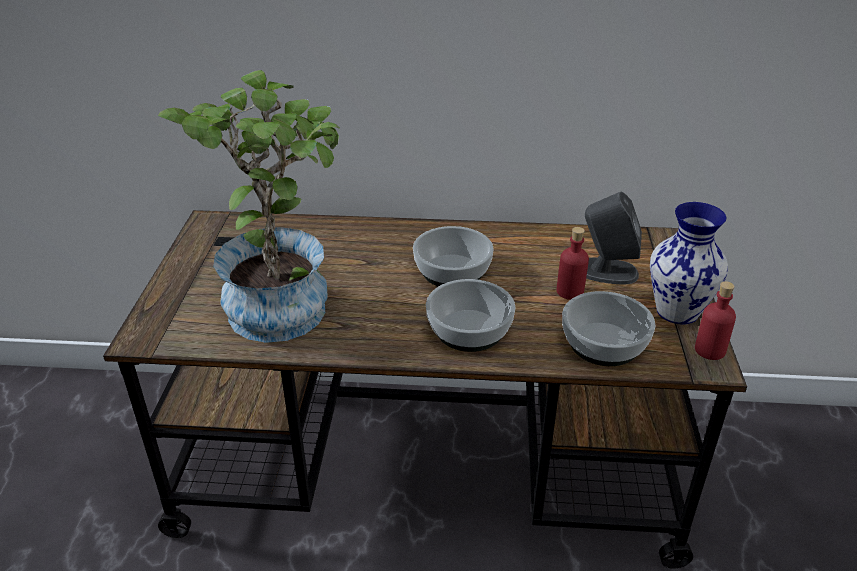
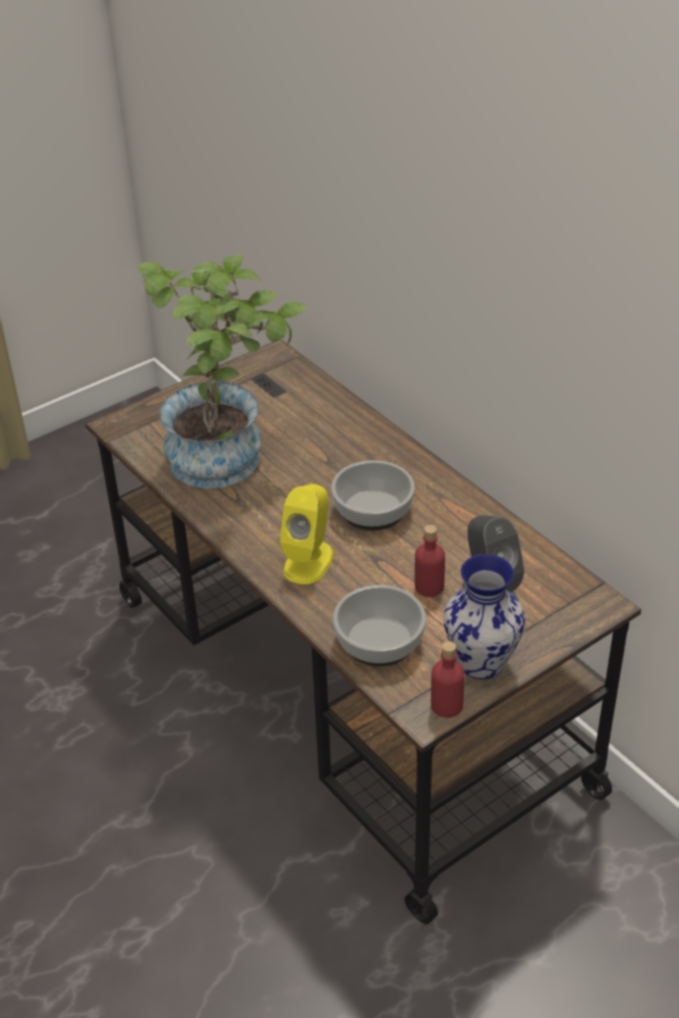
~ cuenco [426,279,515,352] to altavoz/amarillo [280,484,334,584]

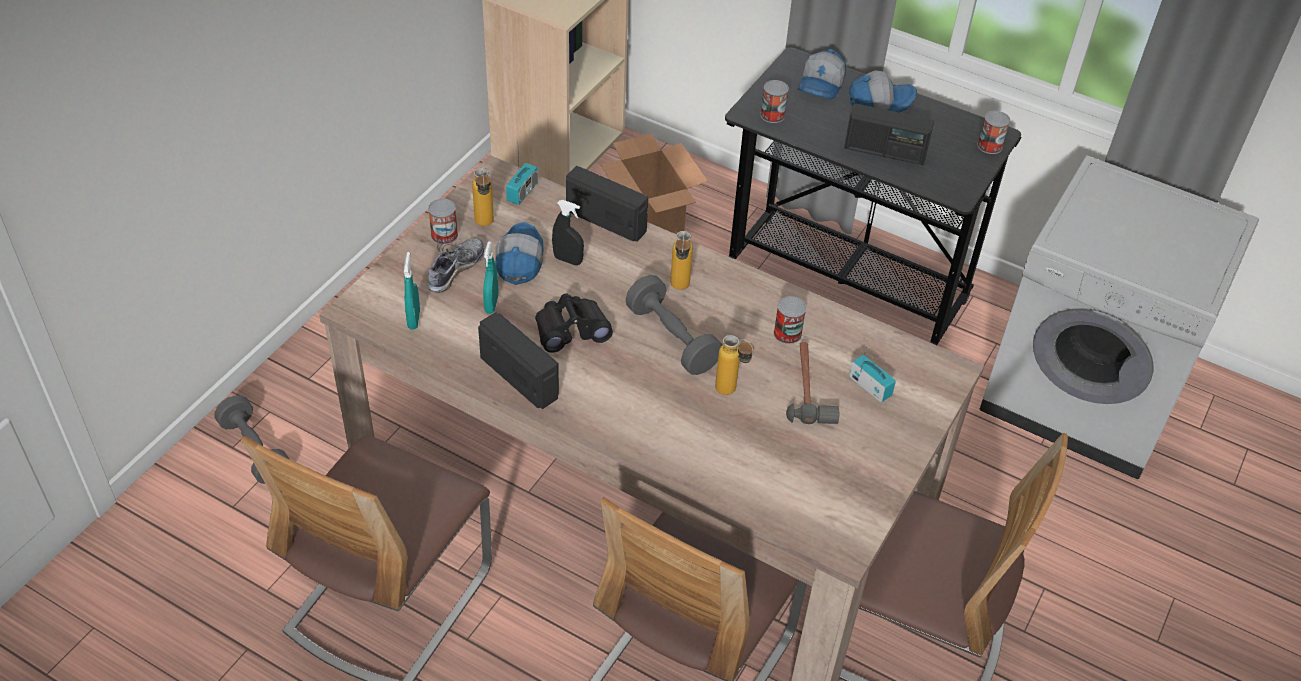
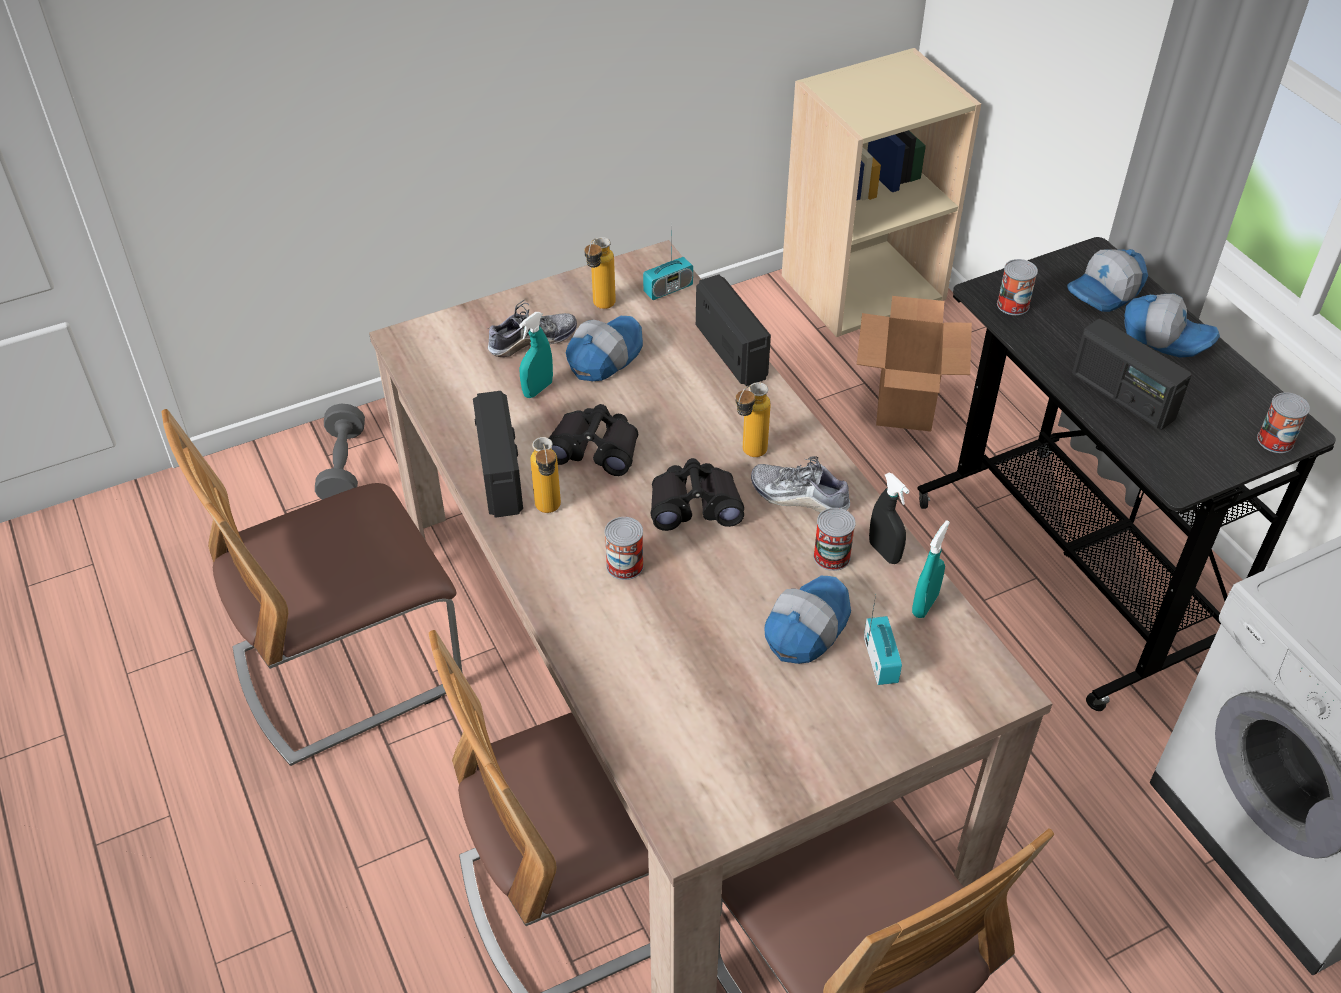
+ zapato [751,456,850,513]
~ pulverizador/turquesa [404,252,420,330] to [912,520,950,618]
~ lata [428,199,458,245] to [605,517,644,580]
~ pulverizador/negro [552,200,584,265] to [869,473,910,564]
~ botella [715,335,754,395] to [530,437,561,513]
~ mancuerna/gris [626,275,722,375] to prismáticos/negro [651,458,744,531]
~ martillo [786,342,839,424] to gorra [765,576,851,664]

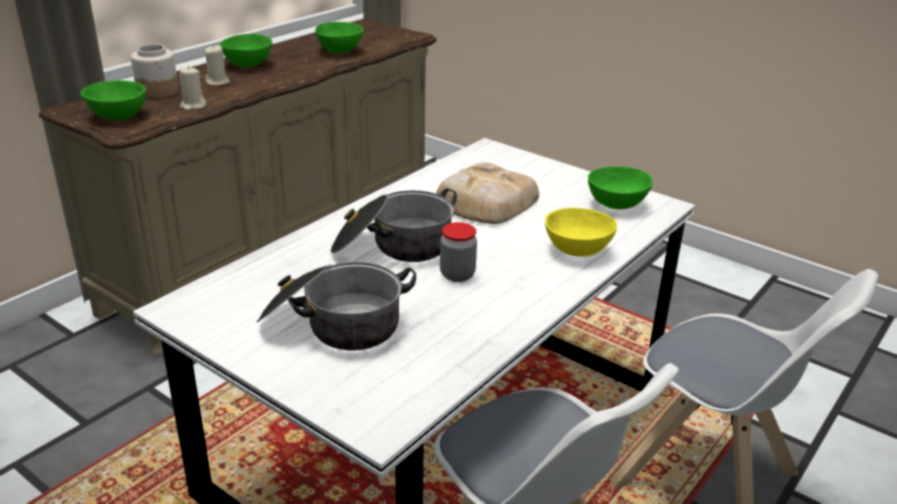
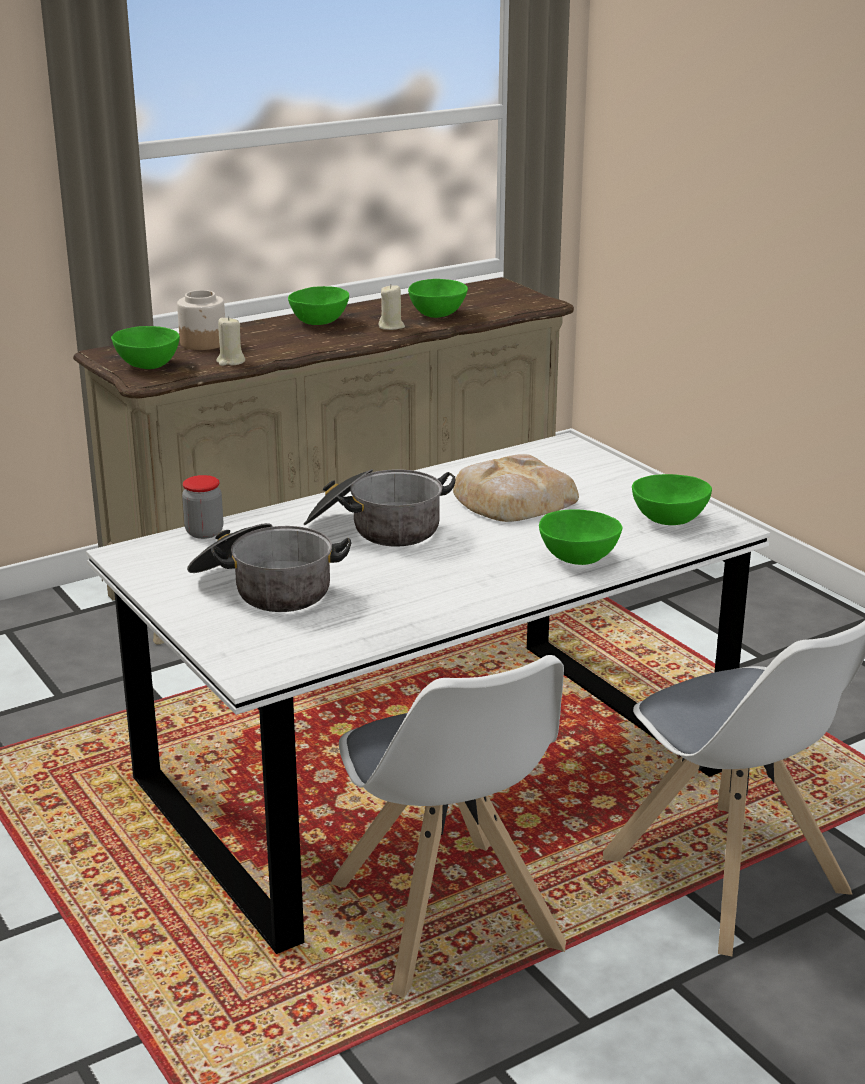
~ vela/beis [205,45,230,85] to [379,285,405,330]
~ tarro [440,222,477,282] to [182,475,223,539]
~ cuenco/amarillo [545,208,617,257] to cuenco/verde [539,510,623,565]

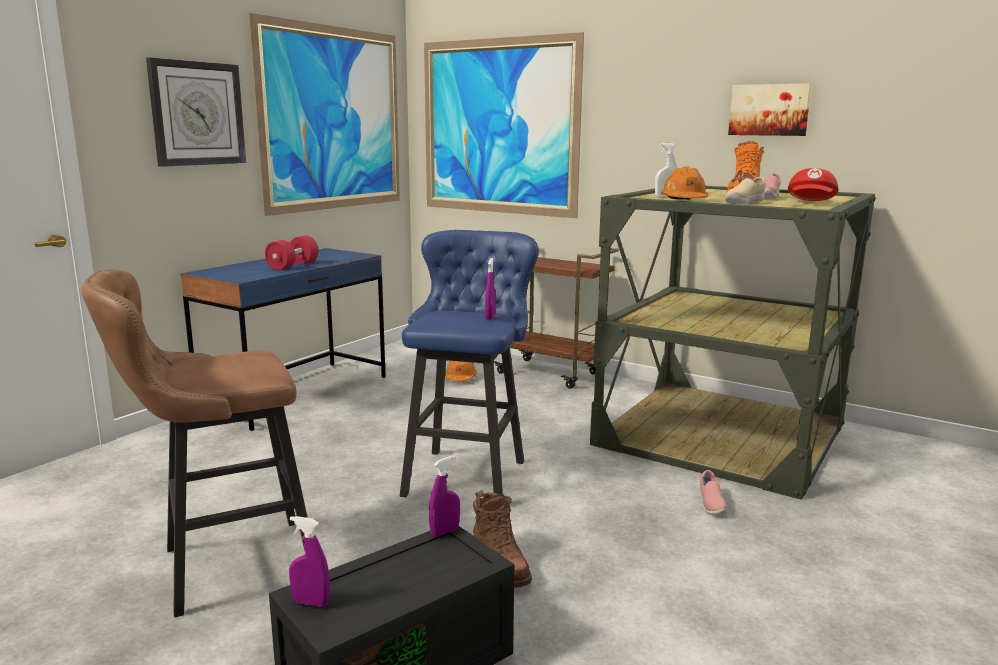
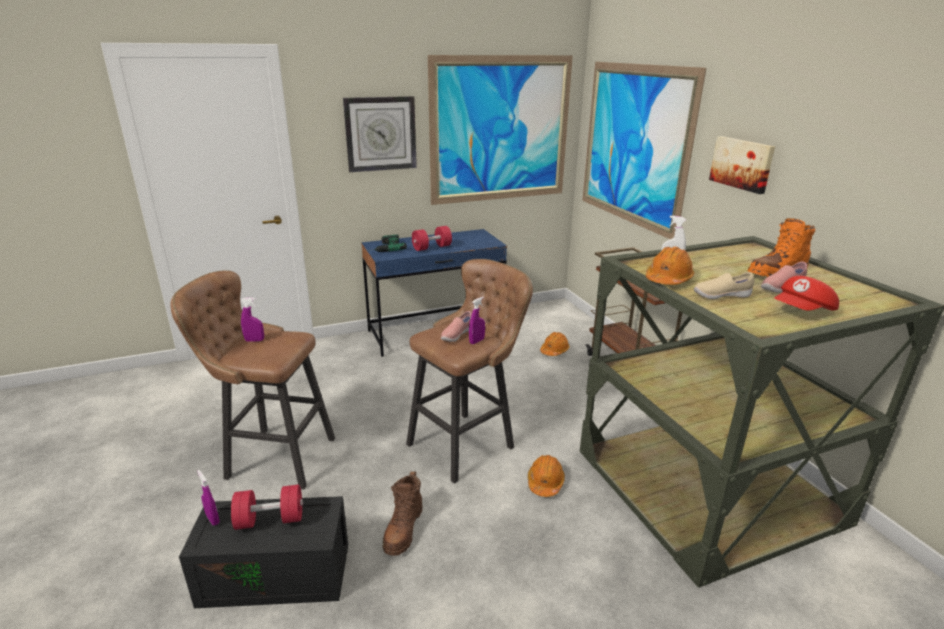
+ mancuerna/rojo [231,484,303,530]
+ taladro [368,234,407,252]
+ casco/naranja [528,455,565,497]
~ pulverizador/morado [429,455,460,537] to [241,297,264,342]
~ zapato/rosa [699,470,727,515] to [441,311,472,342]
~ cuadro [728,83,812,136] to [709,136,775,194]
~ taburete/azul [399,230,539,498] to taburete/marrón [406,259,533,484]

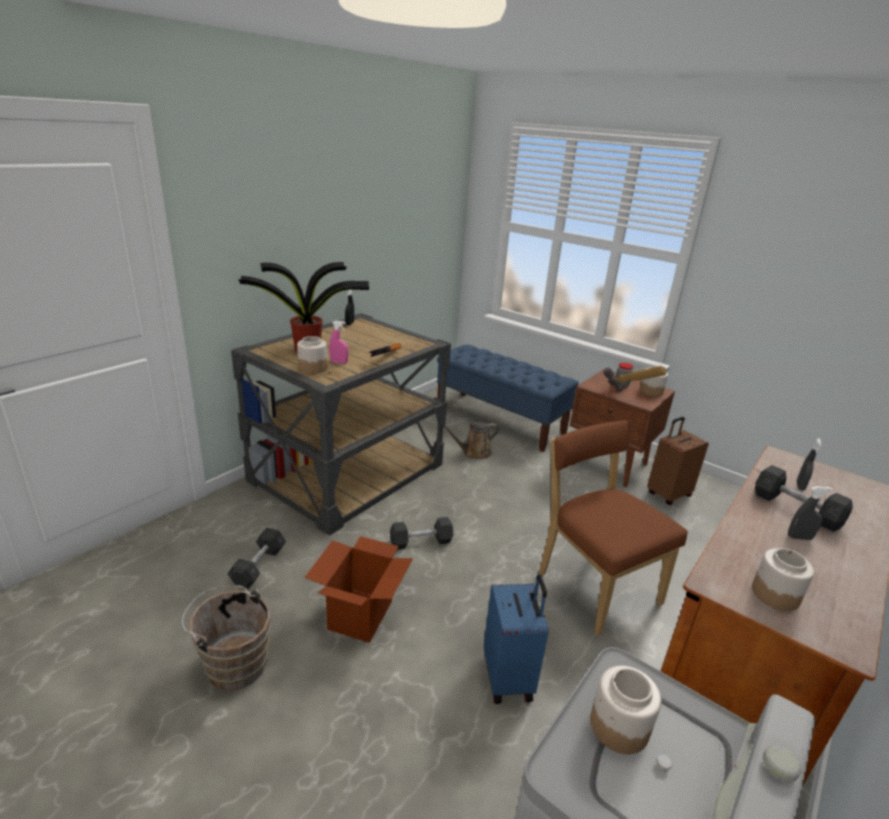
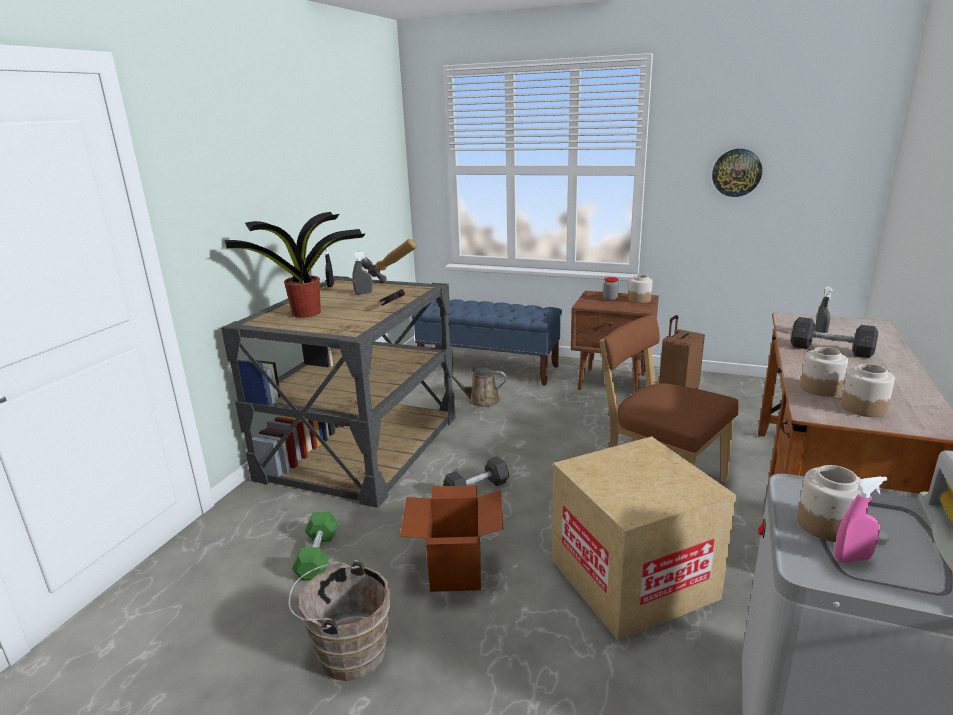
+ reloj de pared [712,149,762,197]
~ tarro [297,336,327,374] to [800,347,848,397]
~ pulverizador/rosa [329,321,348,364] to [835,476,888,563]
~ martillo [603,366,666,392] to [362,239,417,282]
~ pulverizador/gris [788,486,833,540] to [352,251,372,295]
~ maleta/azul [484,574,549,704] to caja de cartón [552,436,736,641]
~ mancuerna/gris [228,528,286,589] to mancuerna/verde [292,511,339,581]
~ regadera/marrón [444,422,500,459] = [440,365,507,407] 45 degrees clockwise

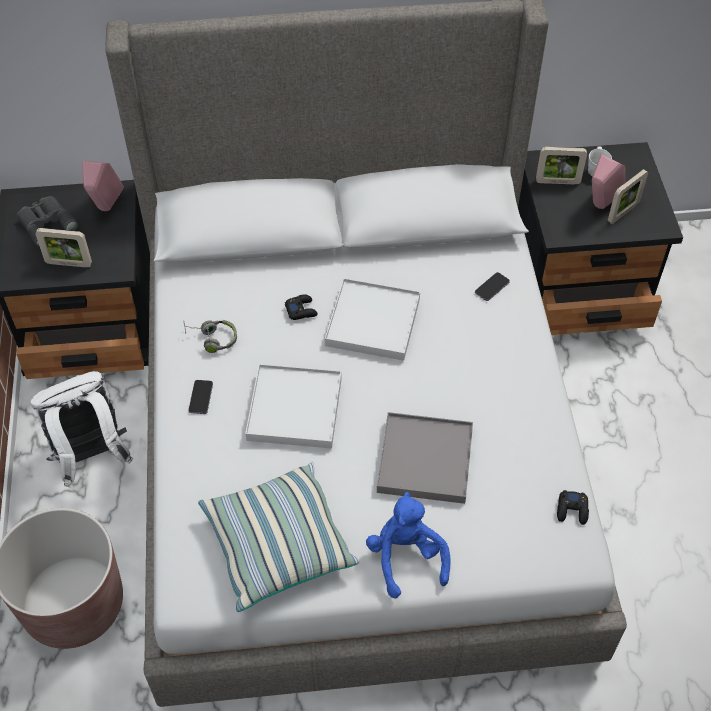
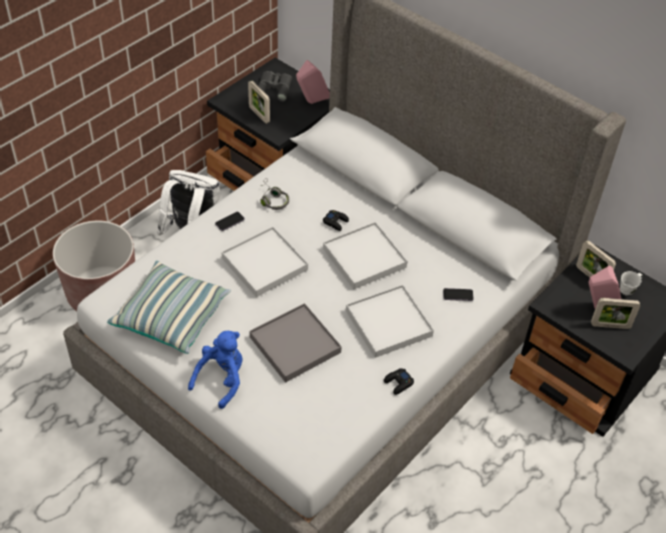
+ bandeja/blanco [346,285,434,358]
~ mando de consola/negro [557,490,589,525] to [384,368,414,395]

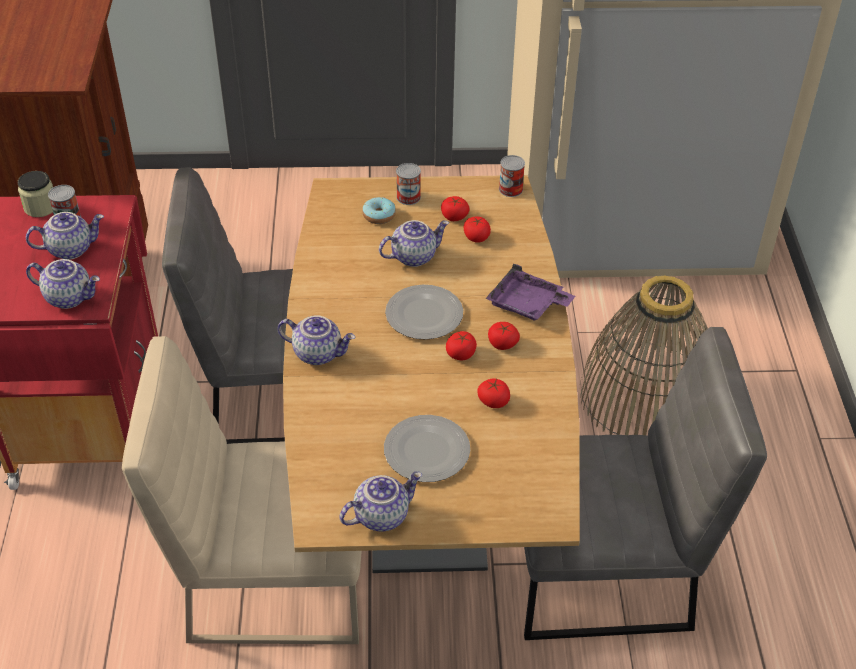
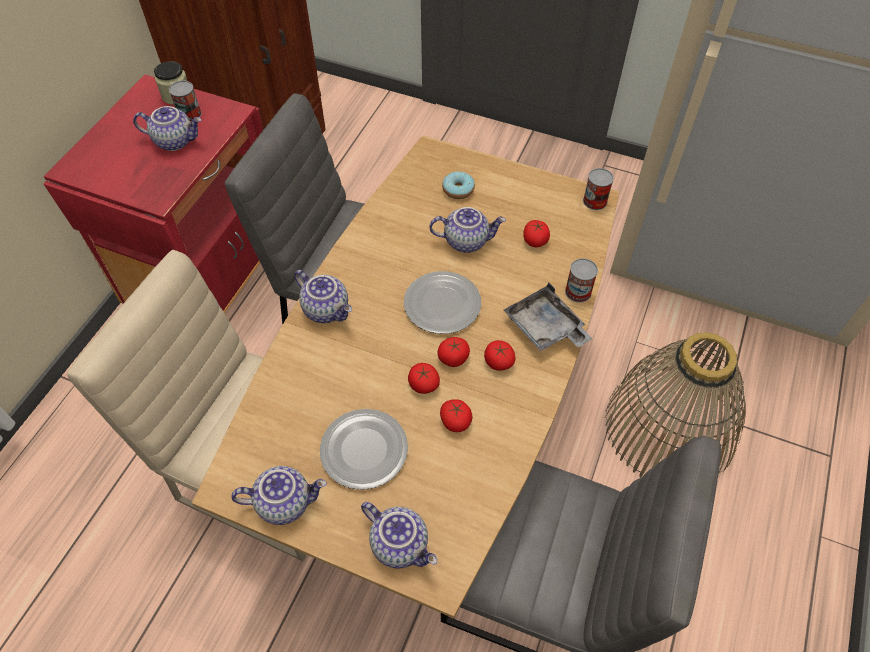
~ tetera [26,259,100,309] to [361,502,437,569]
~ lata [396,163,421,205] to [565,258,598,303]
~ tomate [441,196,470,221] to [408,363,440,394]
~ bandeja/morado [485,263,575,321] to bandeja/gris [504,283,592,351]

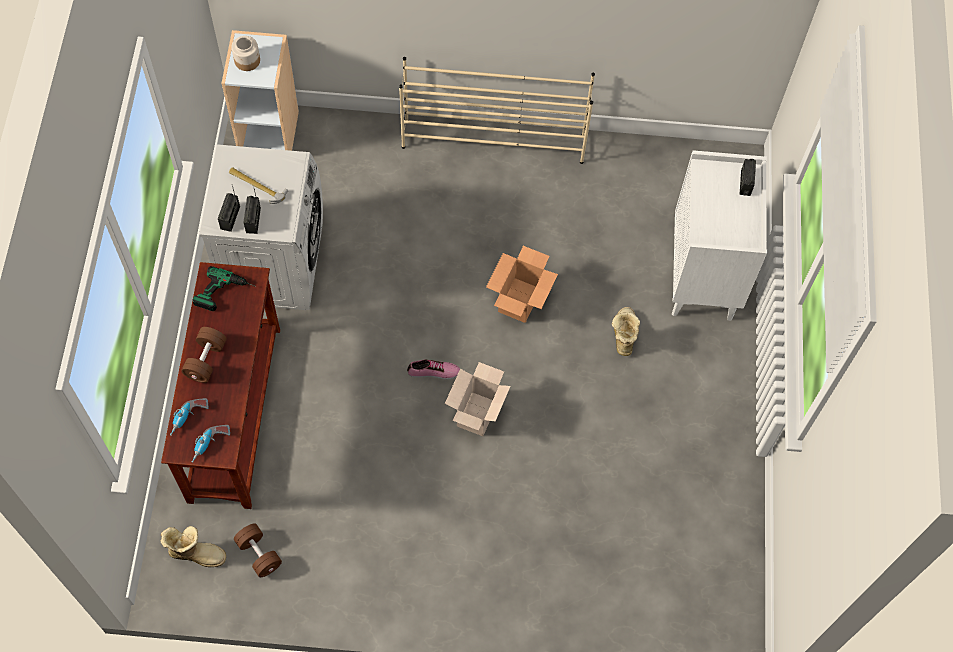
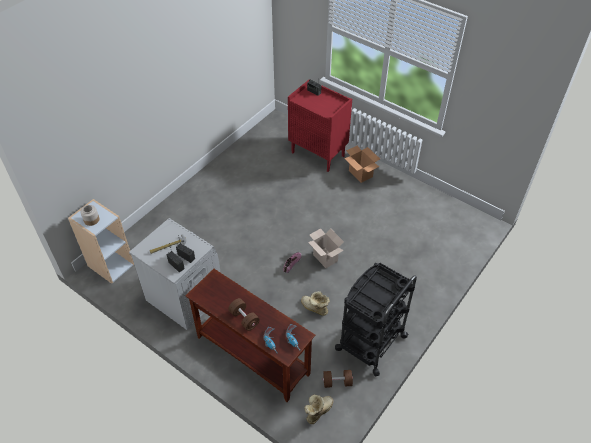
- taladro [193,266,255,311]
- zapatero/beis [399,57,595,164]
+ carrito/negro [335,263,417,377]
~ caja de cartón [486,246,558,323] to [344,146,380,183]
~ bota [612,307,640,356] to [301,291,330,316]
~ armario/blanco [672,150,767,321] to armario/rojo [288,79,352,172]

